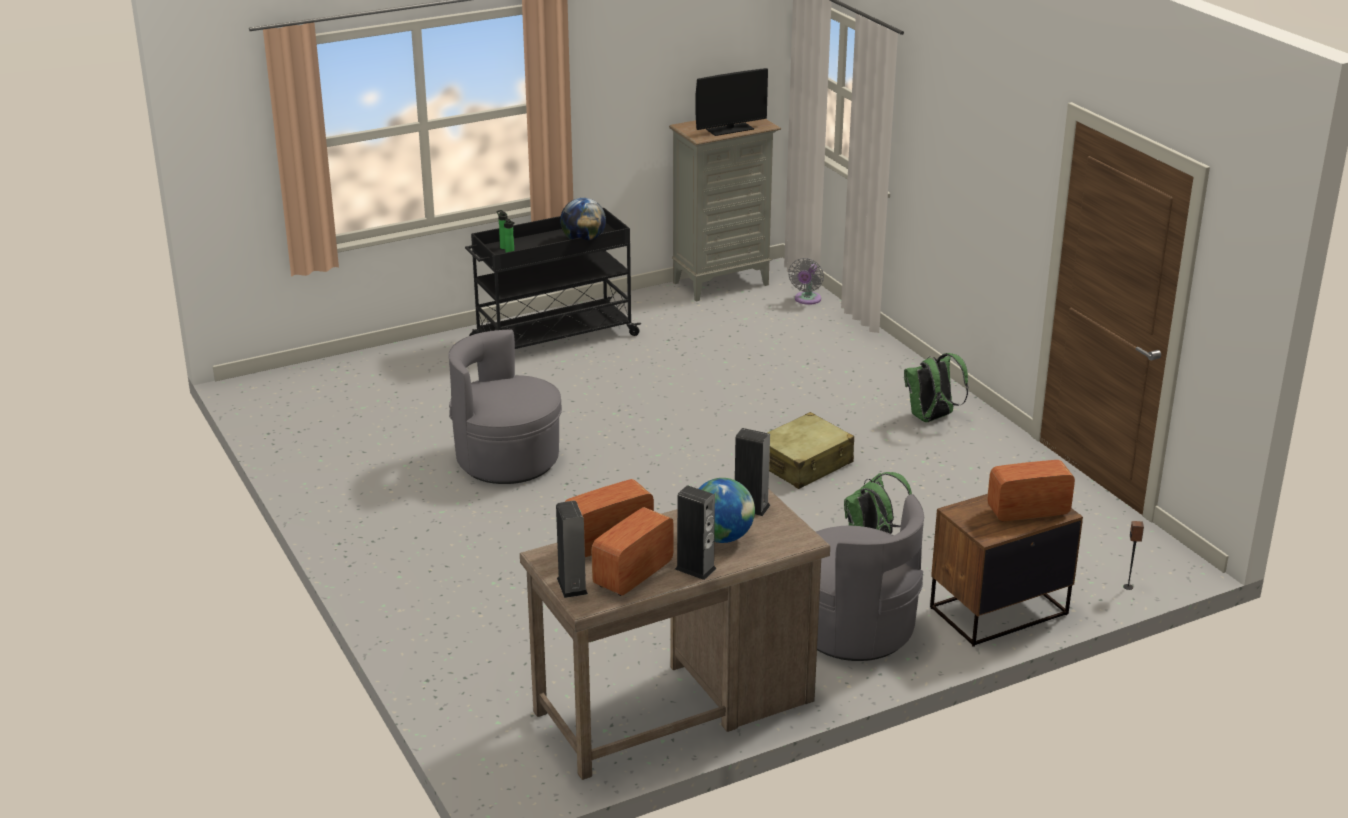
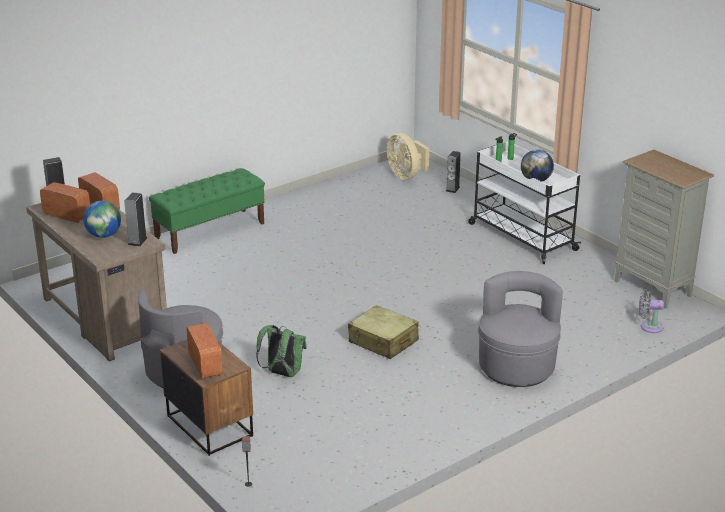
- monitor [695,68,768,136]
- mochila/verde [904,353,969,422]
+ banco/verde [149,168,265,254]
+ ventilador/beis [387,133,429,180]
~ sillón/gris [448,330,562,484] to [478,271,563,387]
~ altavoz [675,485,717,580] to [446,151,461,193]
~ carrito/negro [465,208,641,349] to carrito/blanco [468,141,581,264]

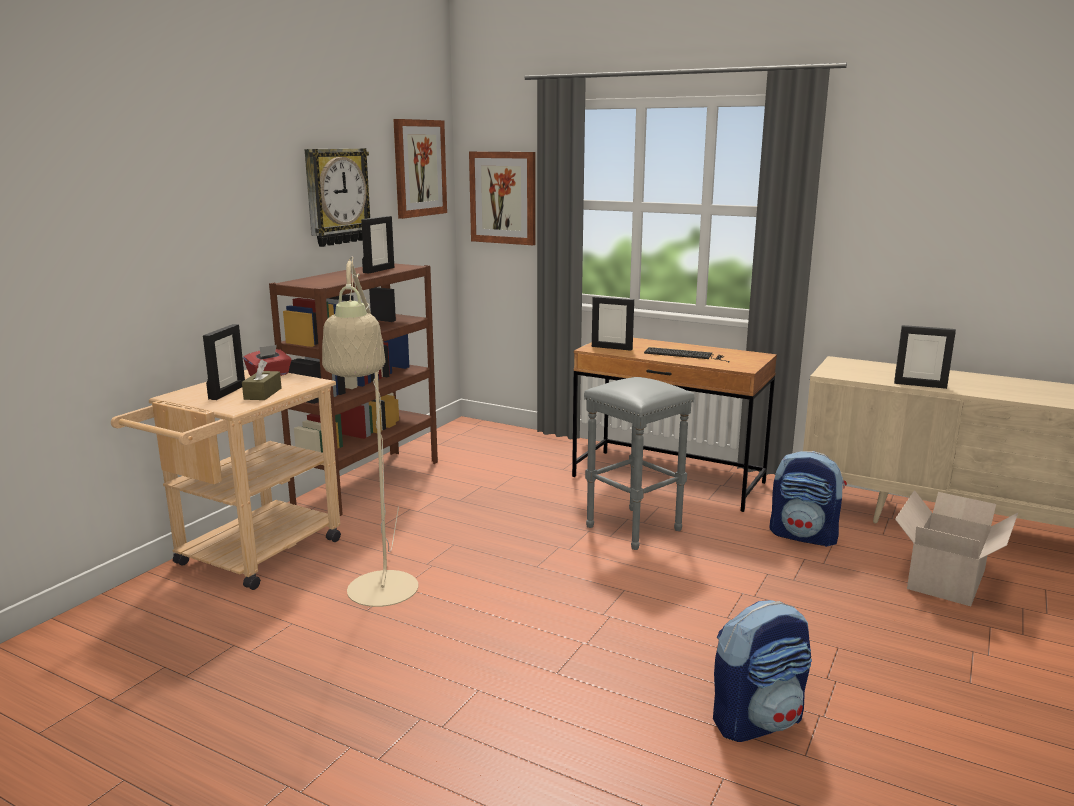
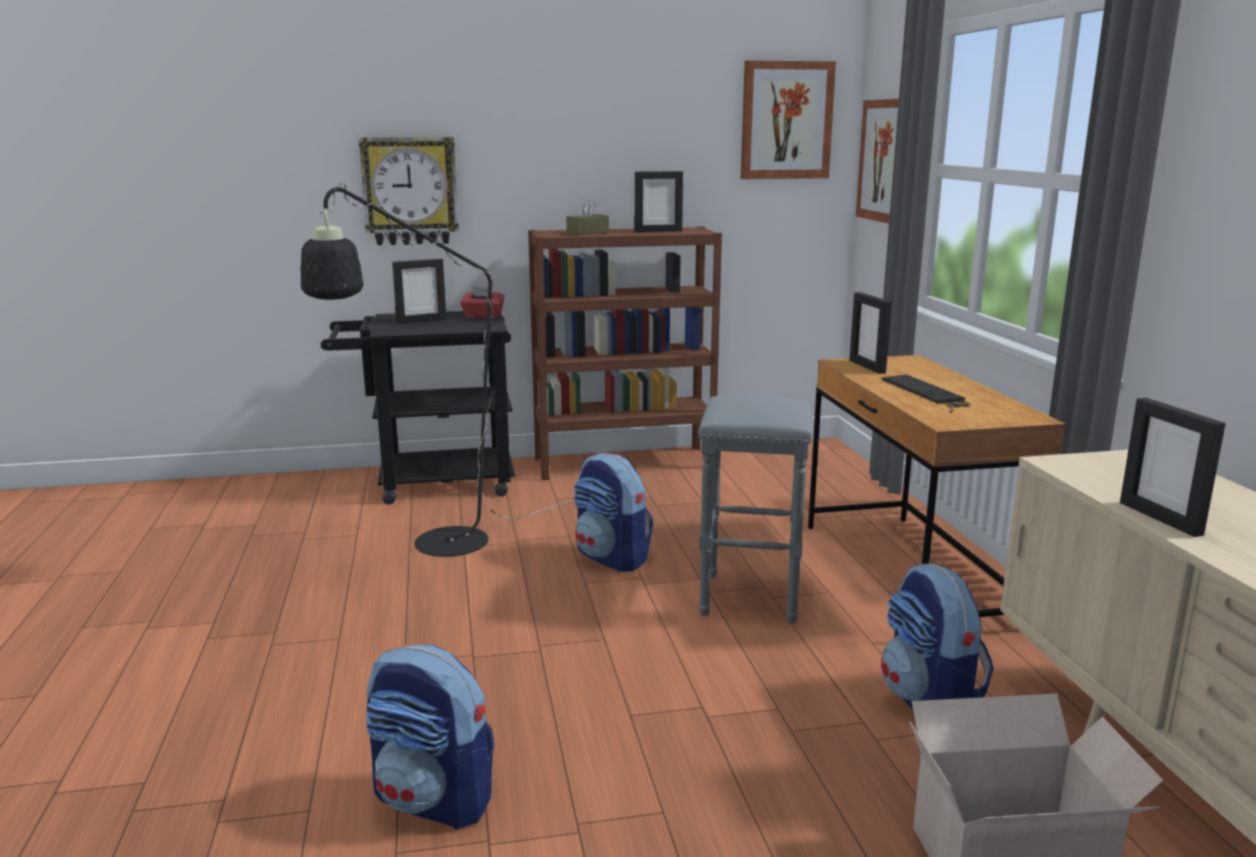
+ mochila [574,453,653,572]
~ caja de pañuelos/marrón [242,359,282,400] to [566,200,609,235]
~ reloj de pared [304,148,370,247] to [359,137,459,245]
~ carrito/beis [111,370,341,590] to carrito/negro [321,311,515,505]
~ lámpara de pie/beis [322,257,419,607] to lámpara de pie/negro [300,183,574,557]

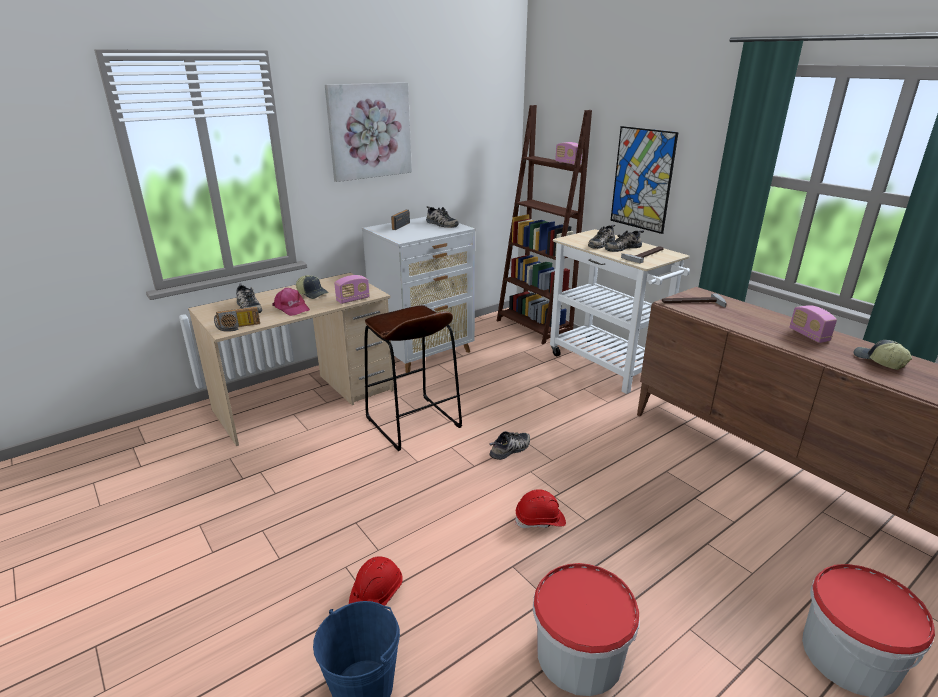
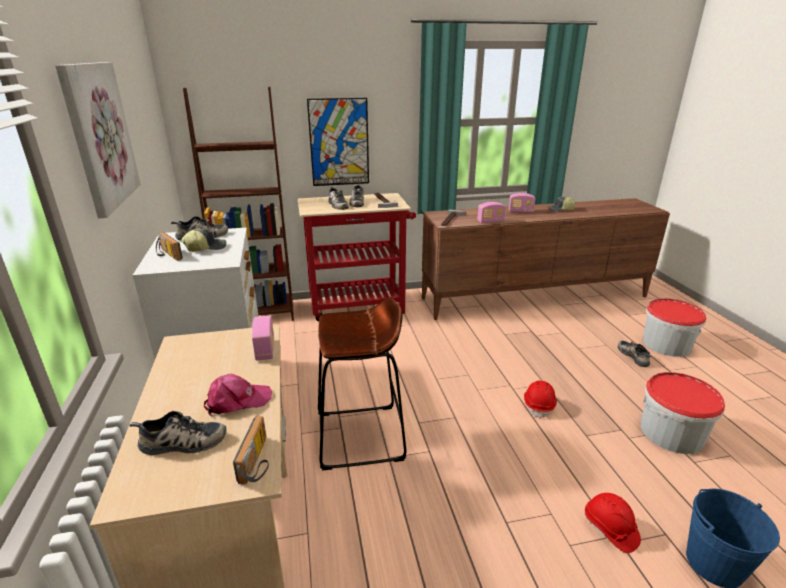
~ gorra [296,275,329,299] to [181,228,226,252]
~ zapato [489,431,530,460] to [618,340,652,367]
~ radio [555,142,582,165] to [477,202,506,223]
~ carrito/blanco [550,229,690,394] to carrito/rojo [298,193,416,322]

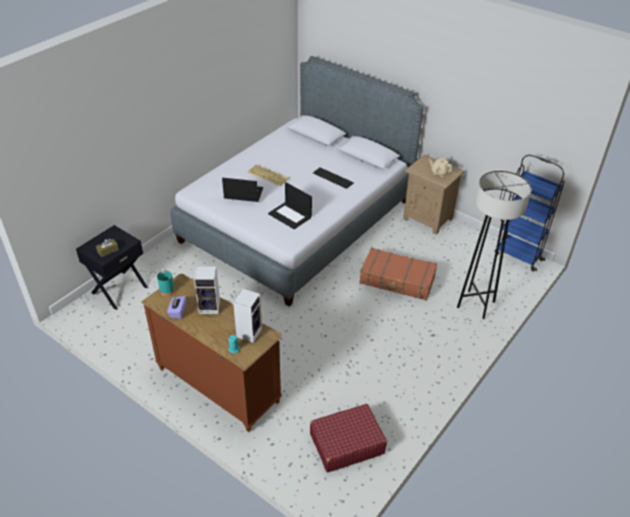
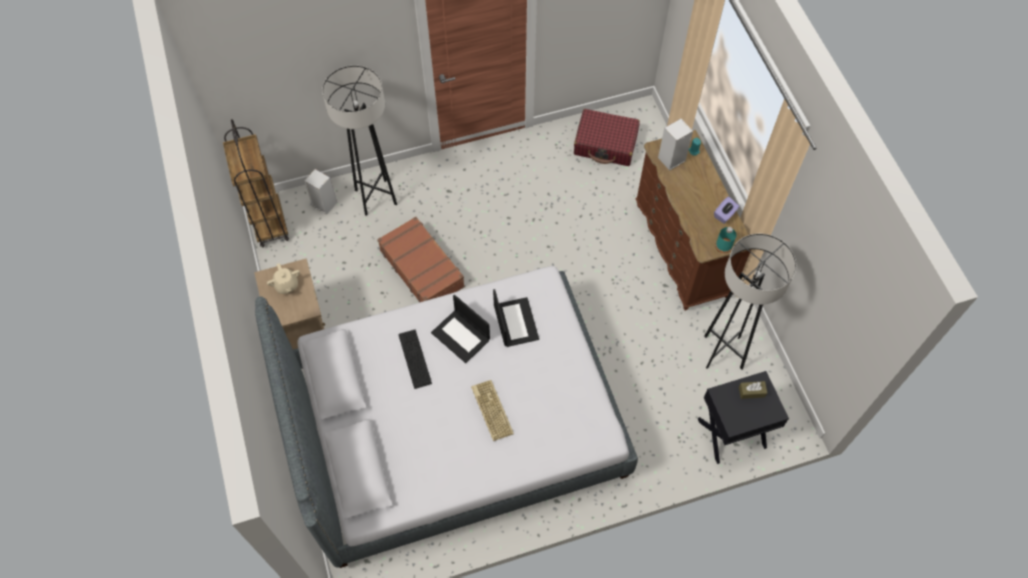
+ lámpara de pie/gris [704,234,796,370]
~ altavoz [194,266,220,314] to [304,169,337,215]
~ portátil [222,178,263,202] to [431,295,490,363]
~ carrito/azul [495,155,564,272] to carrito/marrón [223,119,289,248]

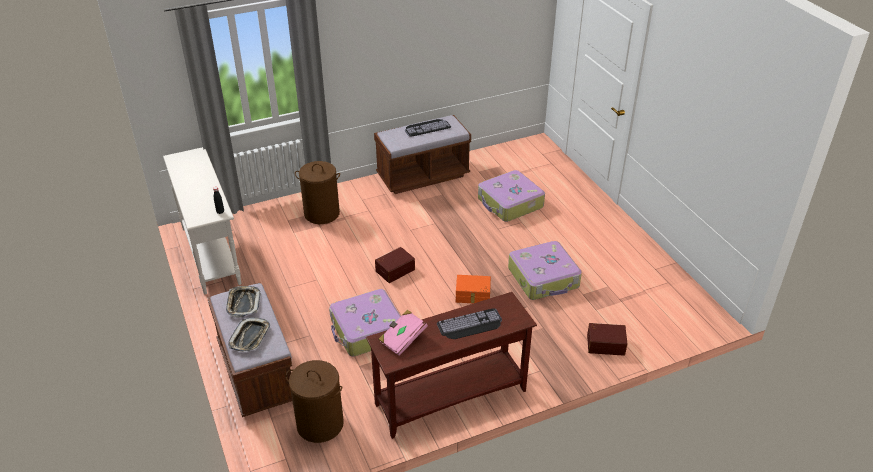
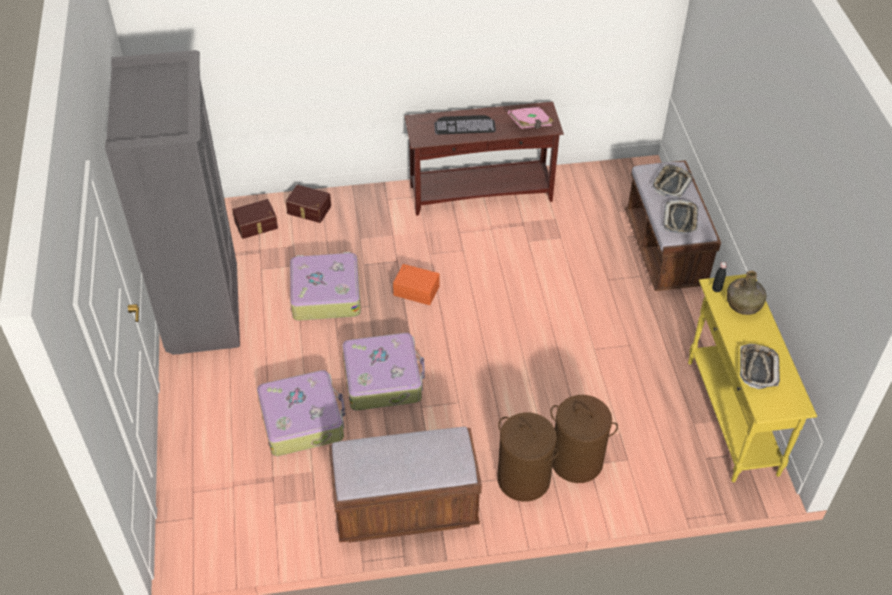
- teclado [405,119,451,137]
+ armario ropero/gris [105,50,240,355]
+ botella/verde [727,270,766,315]
+ bandeja [740,344,780,389]
~ cesto de la ropa/marrón [286,360,344,443] to [497,412,560,502]
~ maleta [329,289,401,357] to [342,333,425,411]
~ caja de almacenaje/marrón [375,247,415,283] to [232,199,278,239]
~ mesa consola/blanco [163,147,241,294] to mesa consola/amarillo [688,274,817,482]

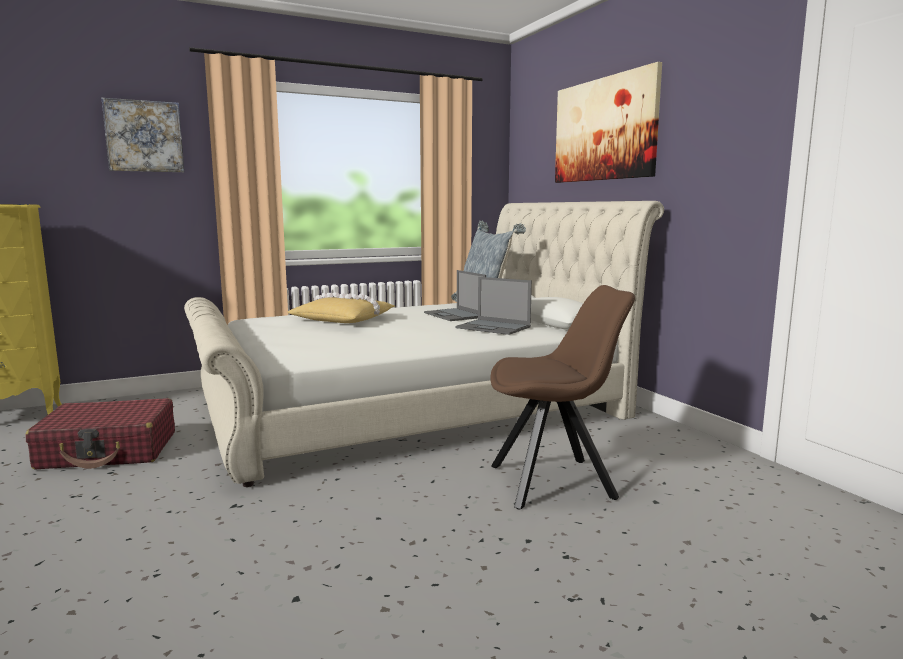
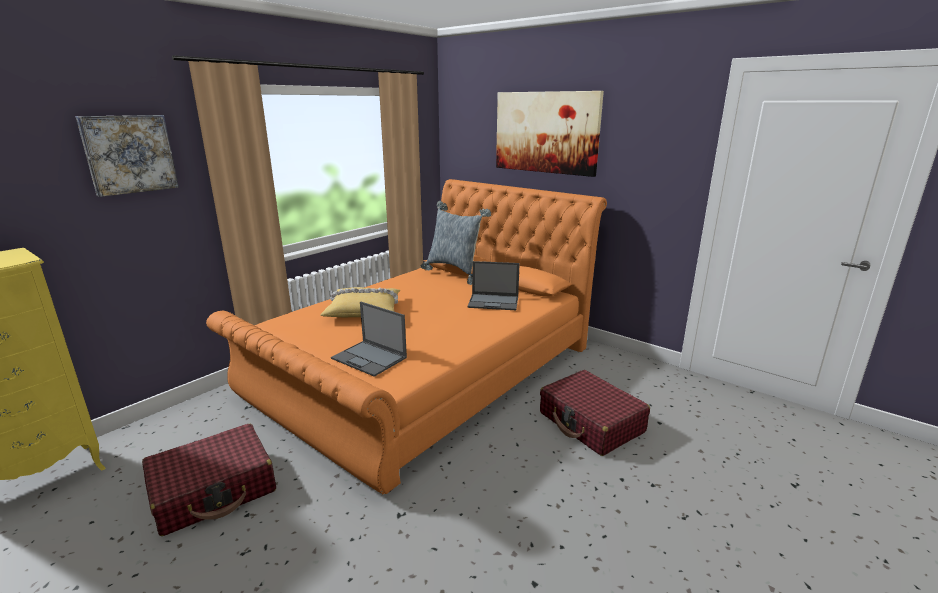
~ portátil [424,270,486,321] to [331,302,407,377]
~ silla/marrón [490,285,635,510] to maleta/rojo [540,370,650,456]
~ cama/beis [184,201,664,487] to cama/naranja [206,179,607,494]

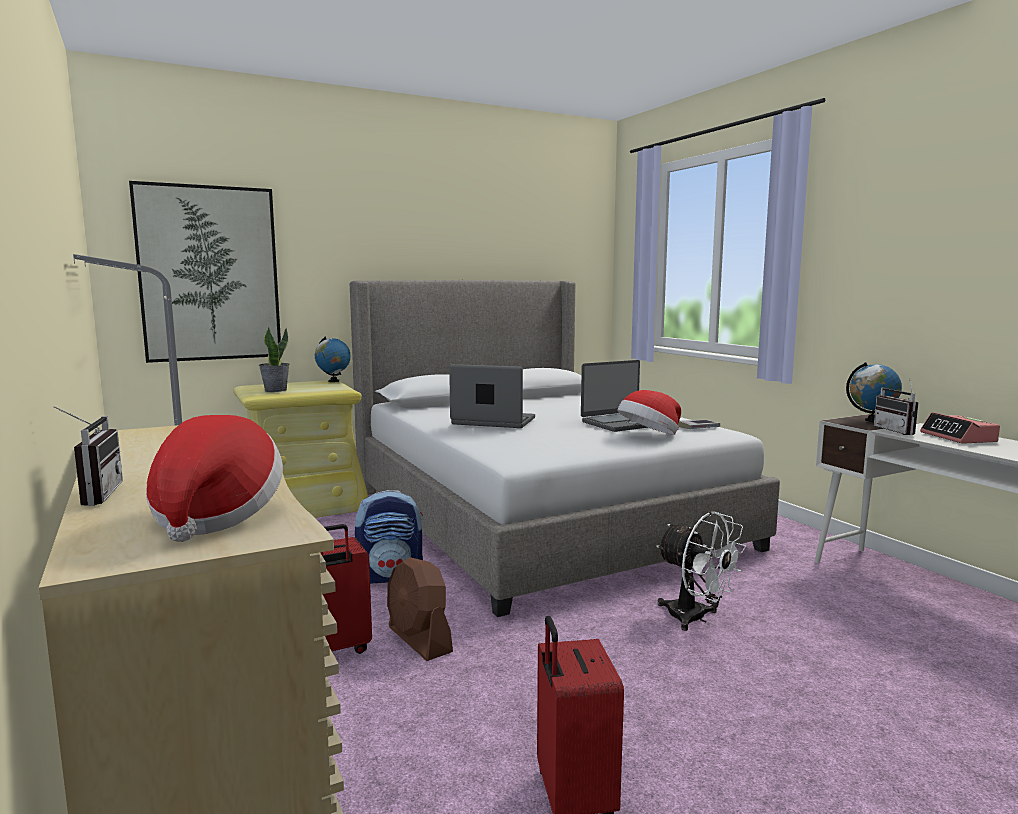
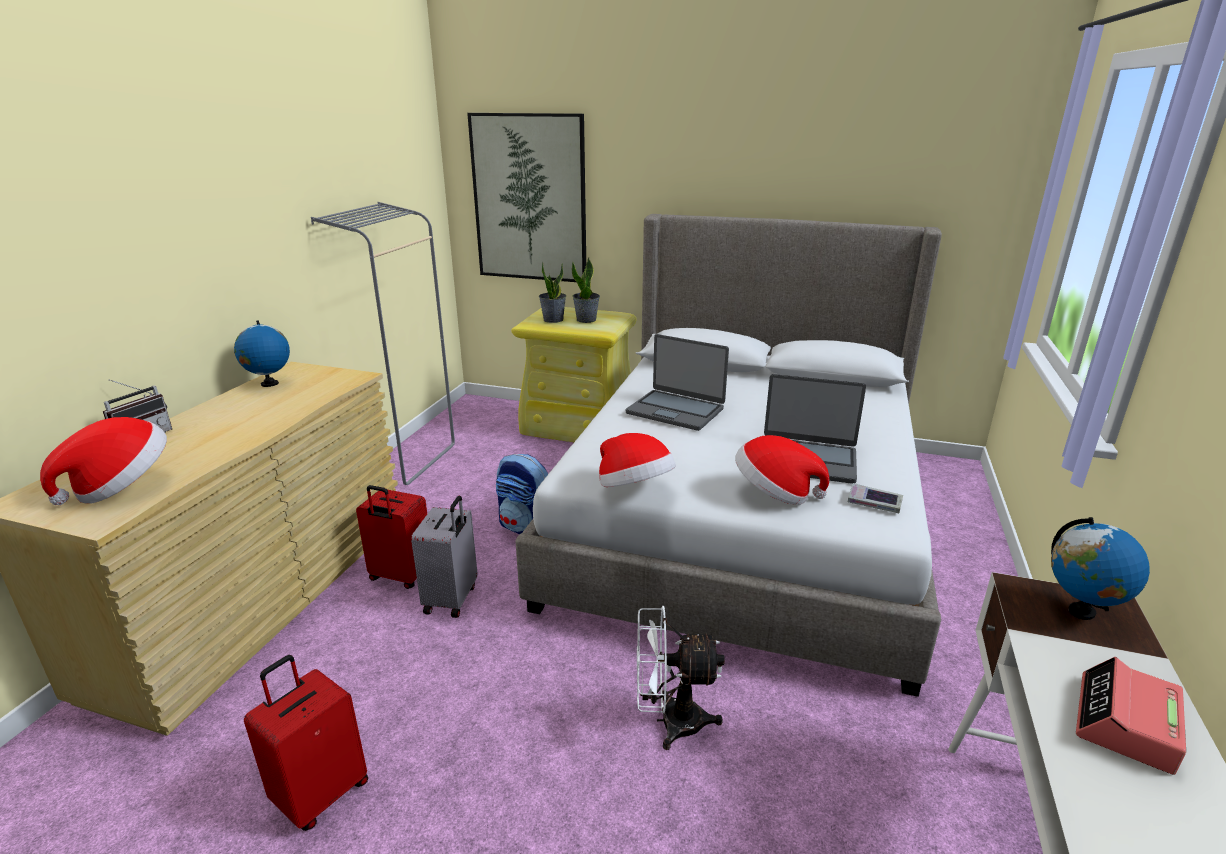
- radio [874,378,918,435]
+ planta en maceta [572,258,600,323]
+ sombrero [599,433,676,487]
~ globo terráqueo [315,337,351,382] to [234,320,290,387]
~ ventilador/marrón [387,557,453,661] to maleta/gris [411,496,477,618]
~ portátil [449,364,535,428] = [626,334,729,431] 150 degrees clockwise
~ ventilador/blanco [657,511,746,631] = [637,606,725,750] 90 degrees clockwise

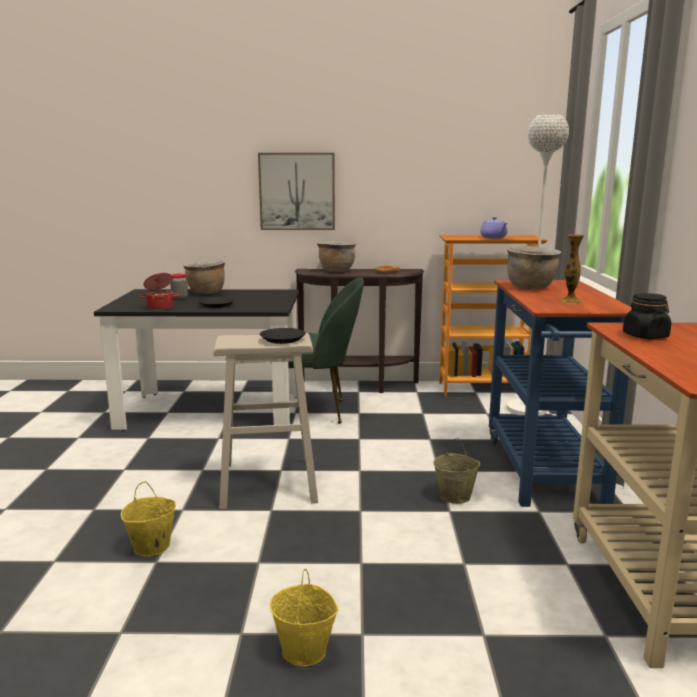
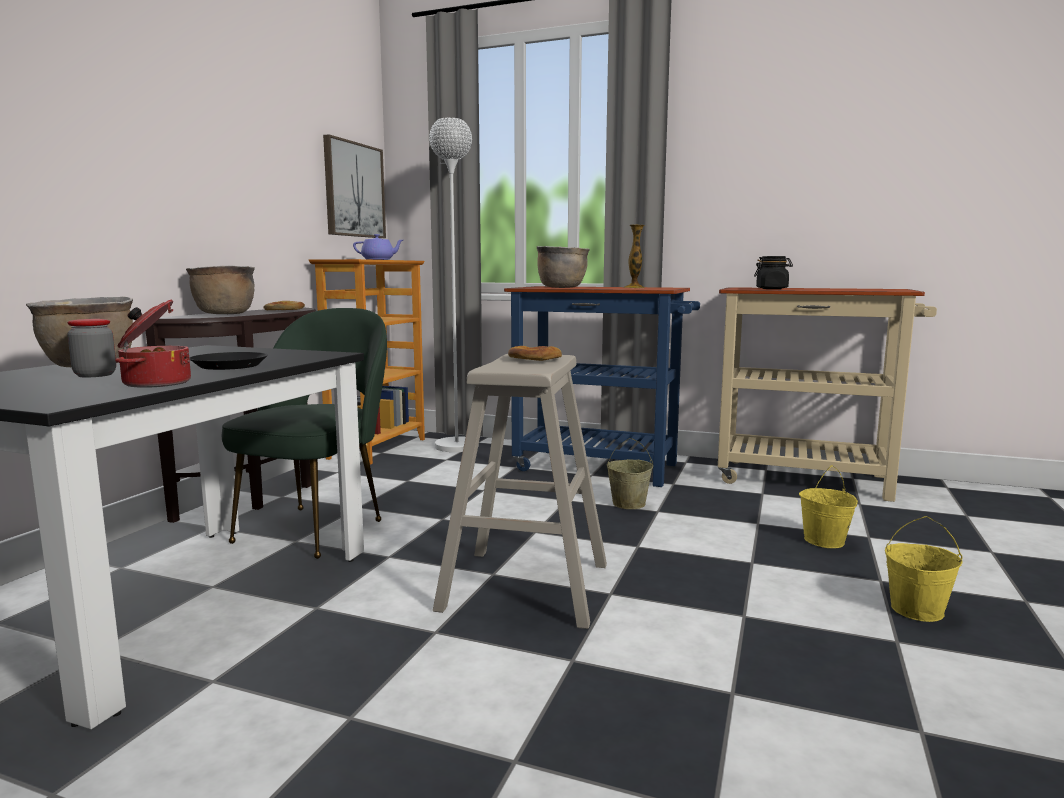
~ cubo/amarillo [121,481,176,556] to [799,465,858,548]
~ cuadro [258,153,335,230] to [323,134,386,238]
~ plato/negro [260,328,306,344] to pan [508,346,562,361]

